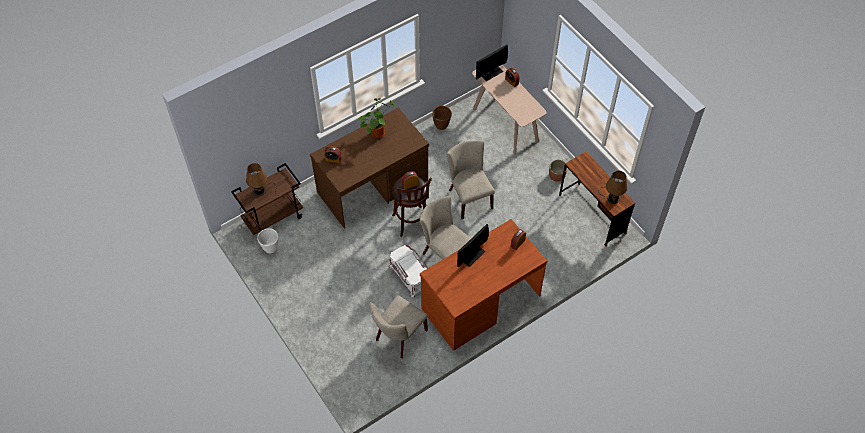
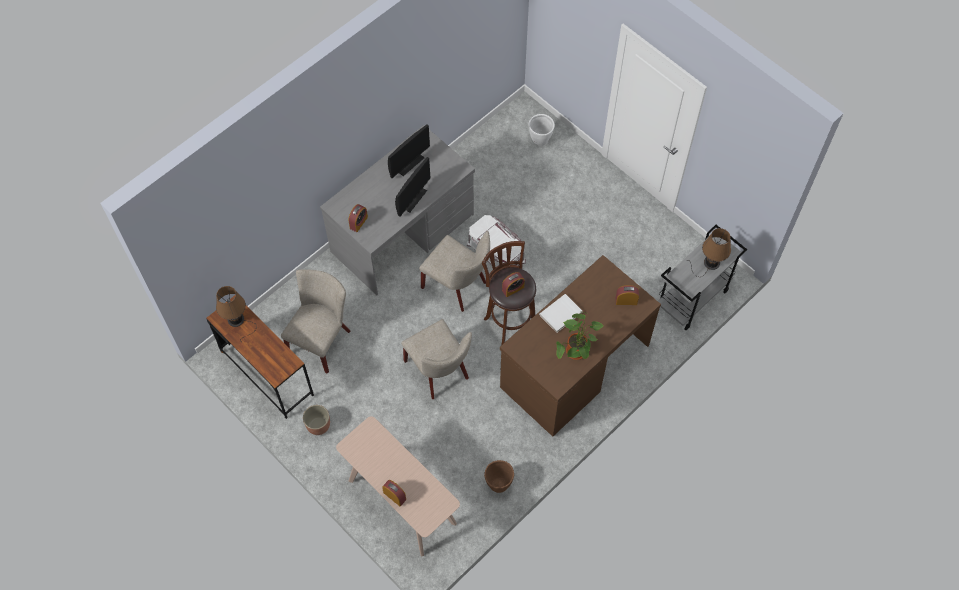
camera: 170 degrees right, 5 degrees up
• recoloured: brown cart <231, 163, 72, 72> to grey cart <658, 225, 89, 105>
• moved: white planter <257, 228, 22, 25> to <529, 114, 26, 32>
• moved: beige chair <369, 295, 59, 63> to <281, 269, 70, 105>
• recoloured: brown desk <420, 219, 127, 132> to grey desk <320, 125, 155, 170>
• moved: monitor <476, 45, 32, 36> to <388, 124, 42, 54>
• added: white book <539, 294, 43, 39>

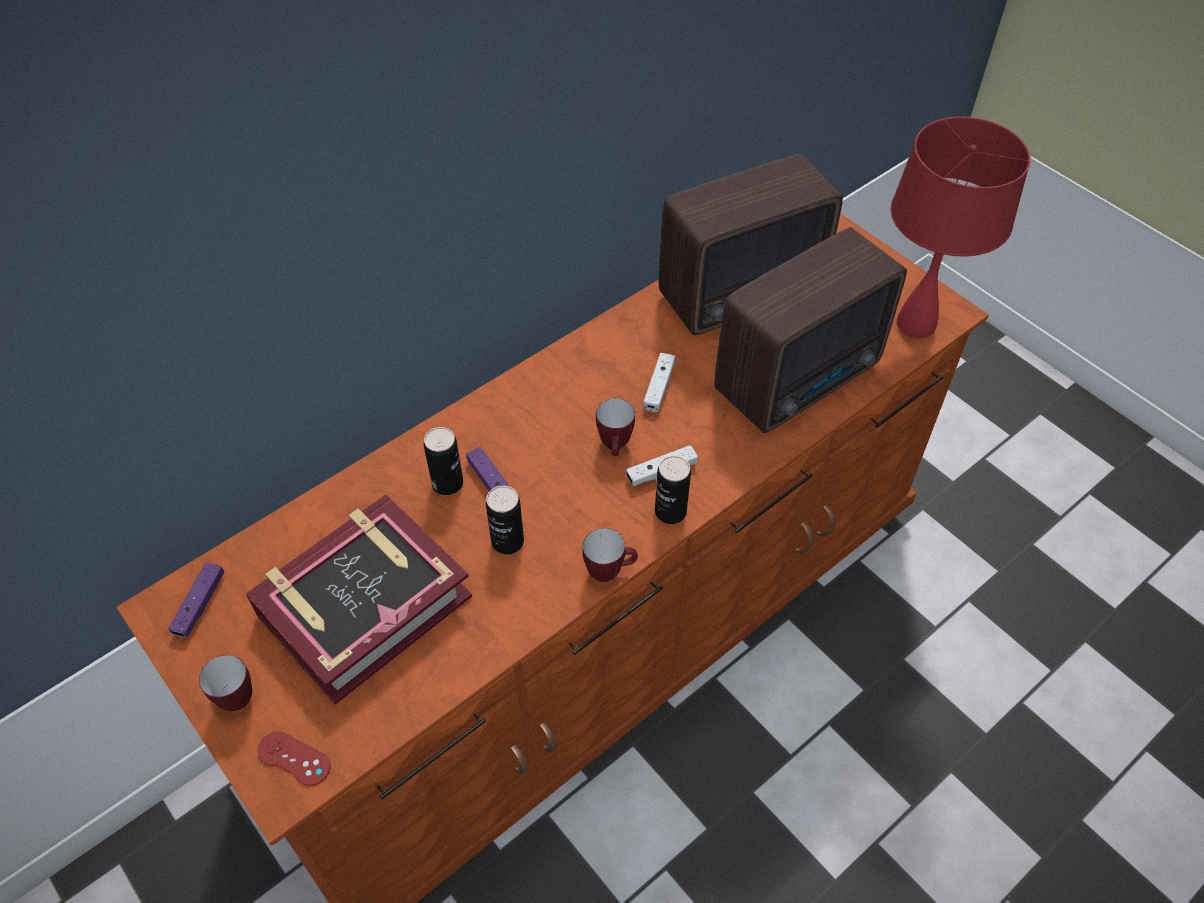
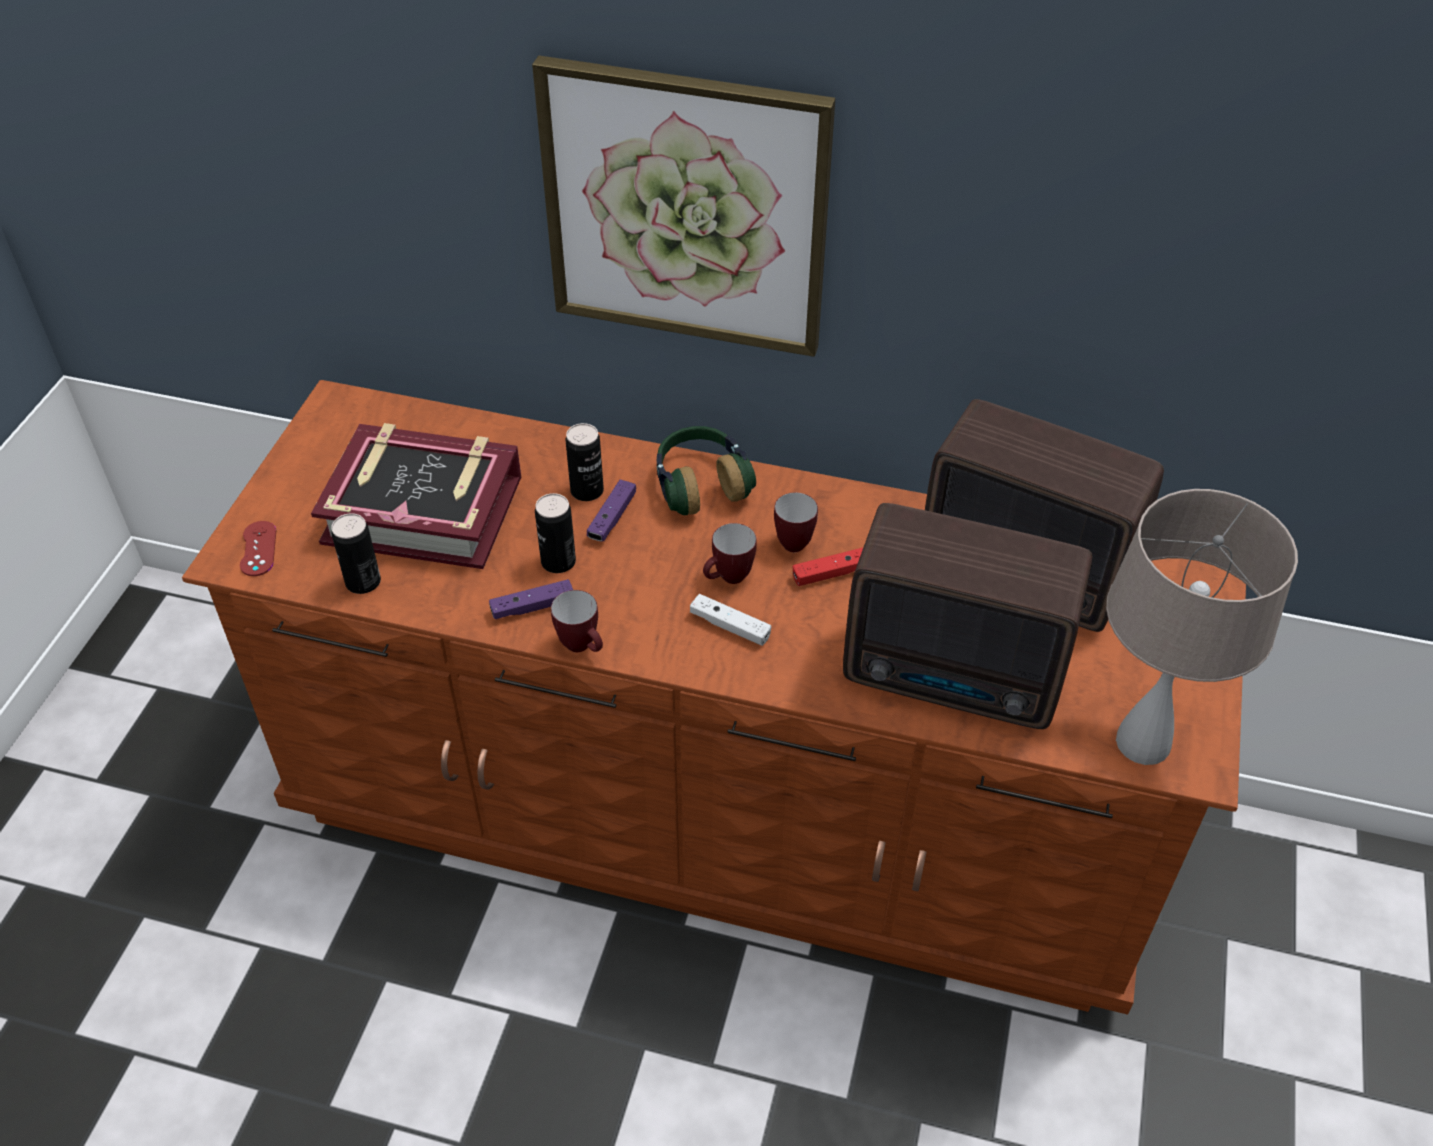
camera: 55 degrees right, 5 degrees down
• moved: purple game controller <168, 563, 56, 74> to <489, 579, 84, 40>
• moved: mug <199, 655, 53, 56> to <774, 492, 44, 60>
• recoloured: white game controller <643, 353, 32, 59> to red game controller <793, 548, 70, 38>
• moved: can <655, 456, 36, 68> to <331, 513, 50, 81>
• recoloured: red table lamp <891, 116, 140, 223> to beige table lamp <1106, 489, 192, 276>
• added: picture <532, 56, 303, 301>
• added: headphones <656, 426, 100, 89>

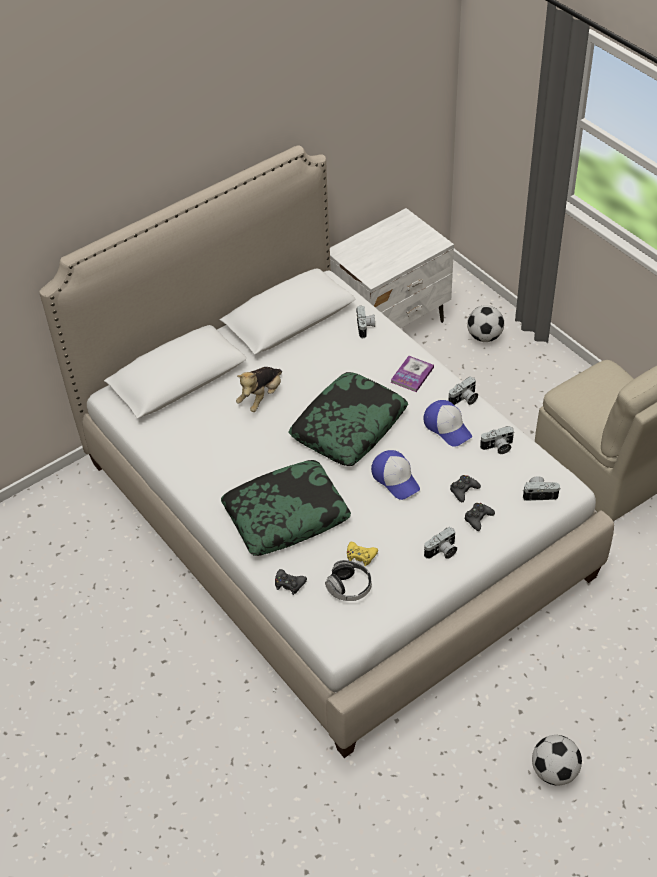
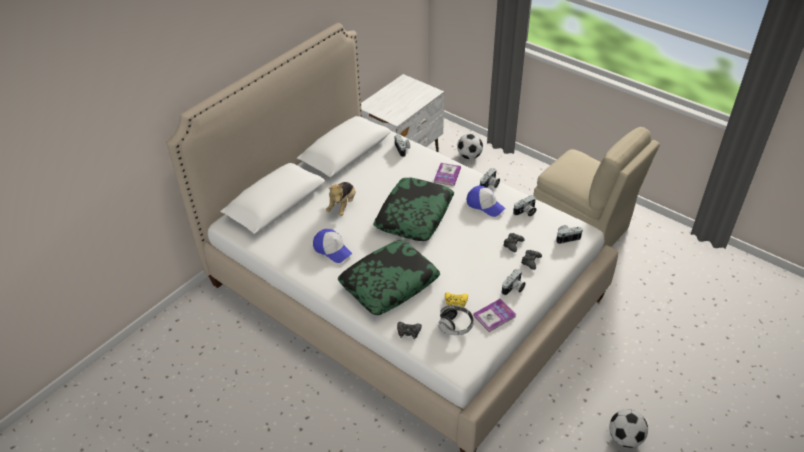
camera: 15 degrees left, 5 degrees down
• moved: cap <371, 450, 49, 50> to <313, 229, 39, 34>
• added: book <473, 299, 43, 33>

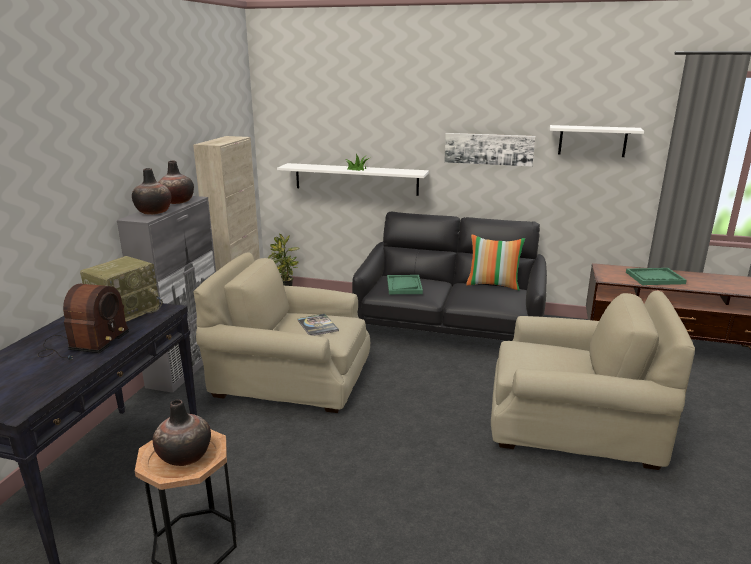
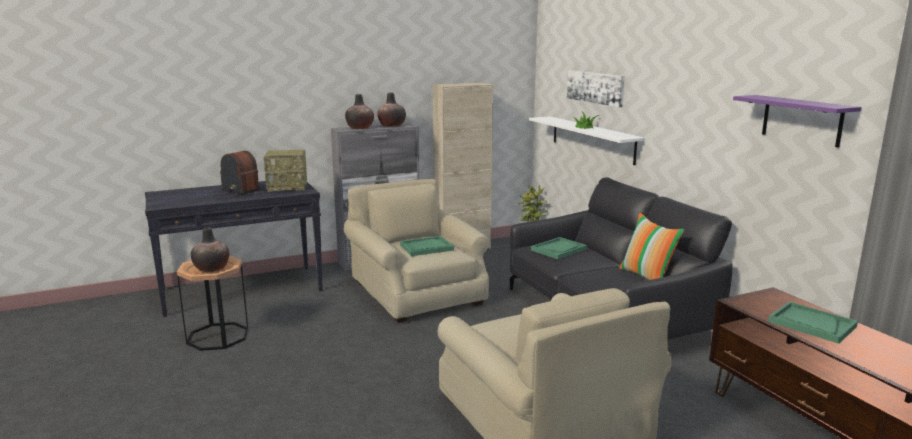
camera: 50 degrees right, 5 degrees down
• turned: radio <37, 284, 92, 76> = <213, 151, 48, 48> 120 degrees counterclockwise
• replaced: book <297, 314, 42, 22> to green tray <400, 236, 54, 20>
• moved: picture <444, 133, 91, 34> to <567, 70, 58, 37>
• recoloured: white shelf <550, 125, 94, 32> to purple shelf <733, 95, 128, 53>

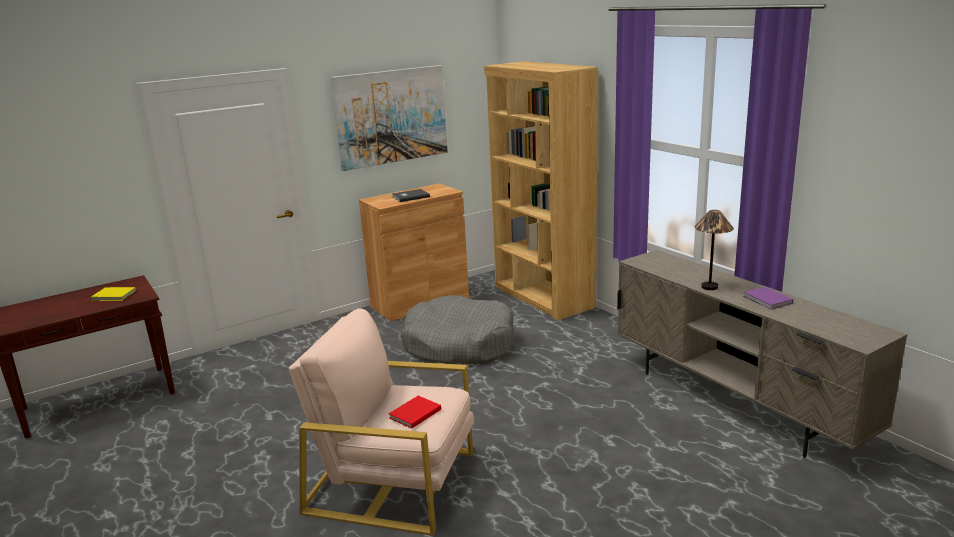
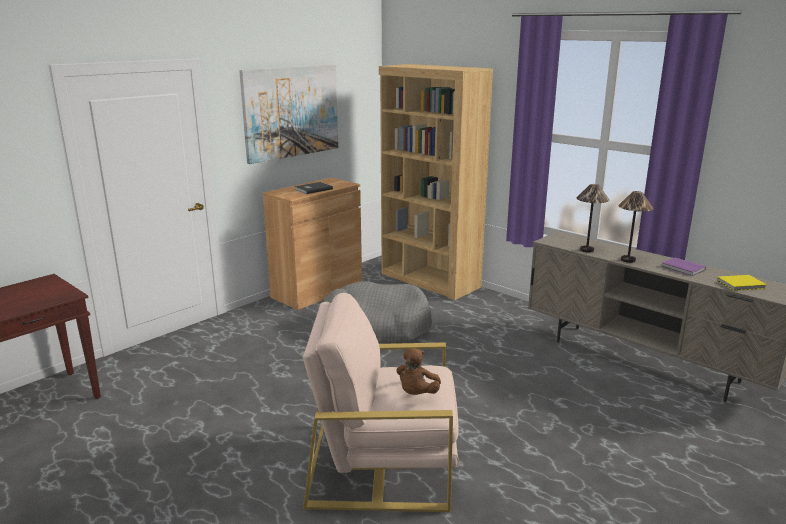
camera: 15 degrees left, 0 degrees up
• moved: yellow book <91, 287, 45, 14> to <717, 275, 50, 16>
• replaced: red book <389, 396, 52, 33> to brown plush toy <396, 348, 45, 47>
• added: table lamp <577, 184, 32, 69>

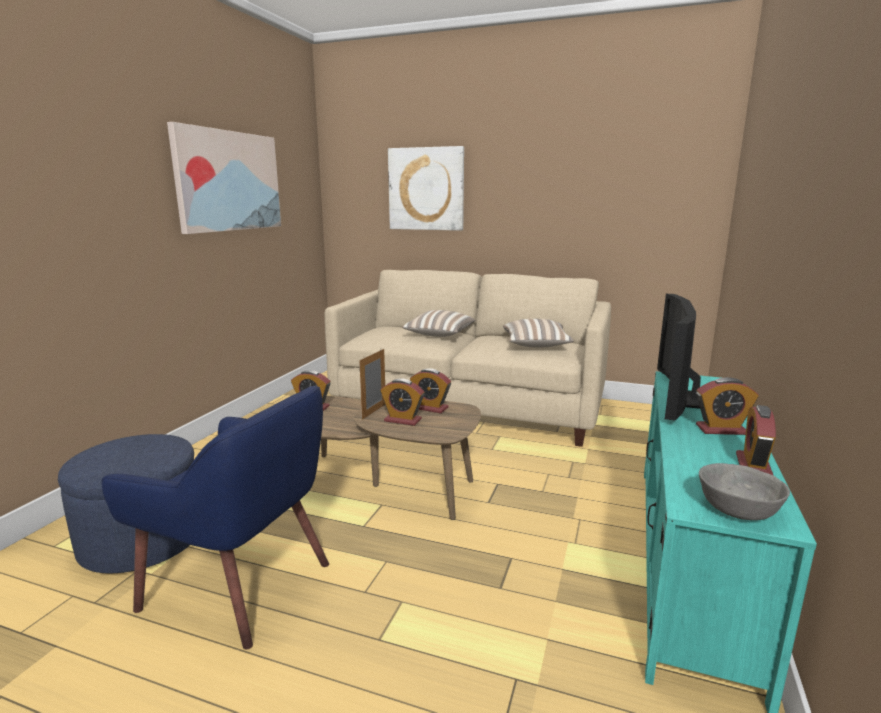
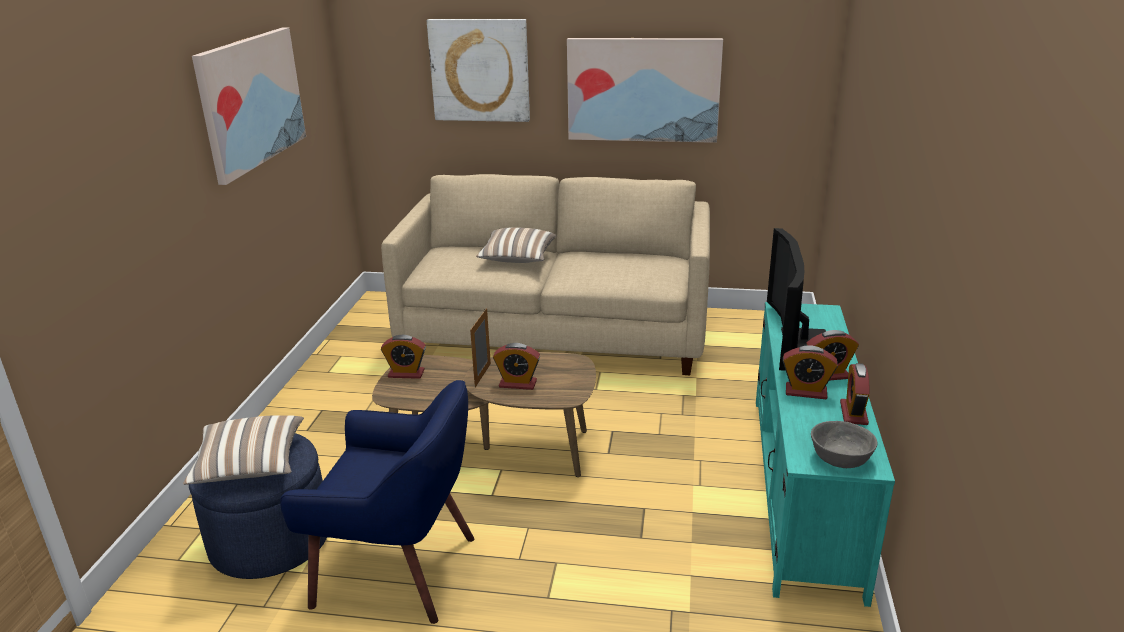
camera: 10 degrees left, 10 degrees up
• moved: alarm clock <410, 368, 41, 45> to <783, 346, 55, 53>
• moved: pillow <503, 319, 71, 29> to <183, 415, 121, 70>
• added: picture <567, 38, 156, 105>

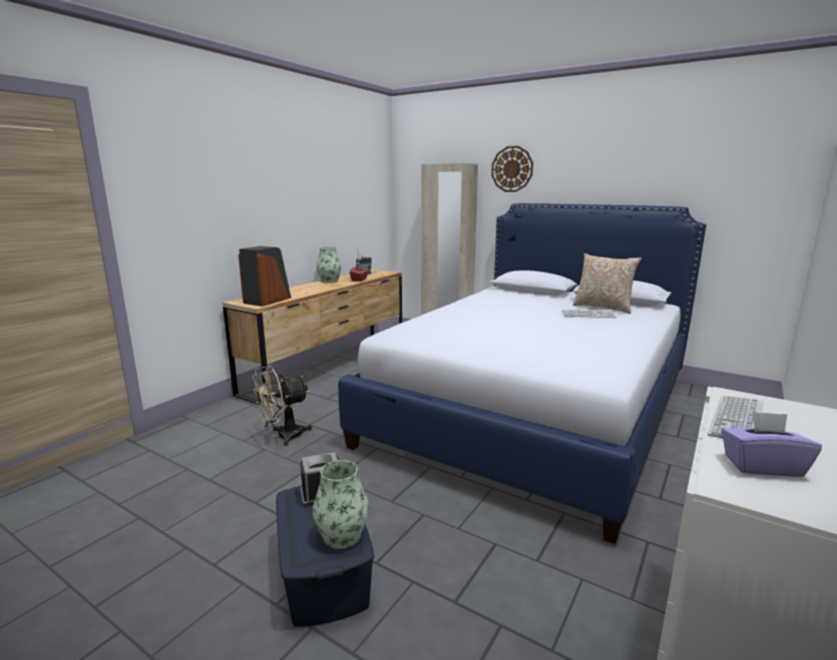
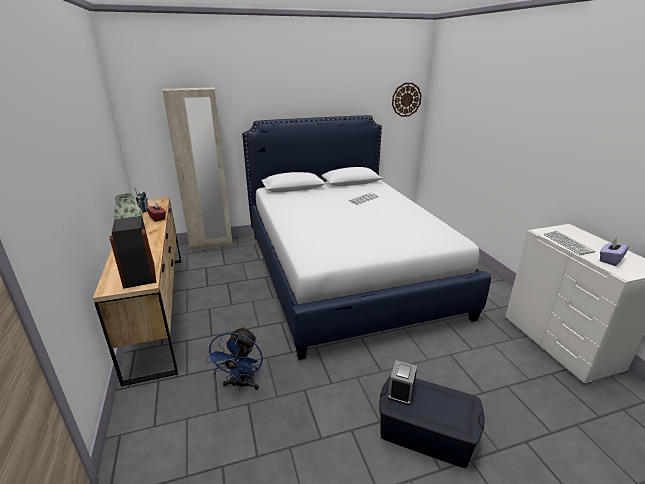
camera: 50 degrees left, 10 degrees up
• recoloured: beige fan <252, 366, 60, 80> to blue fan <205, 326, 58, 64>
• removed: vase <313, 460, 56, 89>
• moved: wall clock <491, 146, 42, 46> to <392, 83, 30, 34>
• removed: pillow <573, 253, 69, 61>

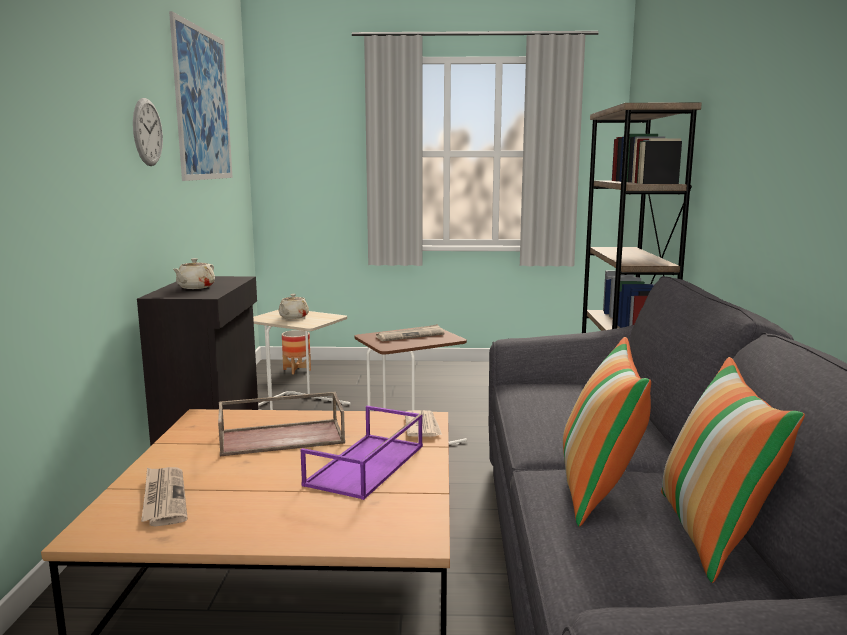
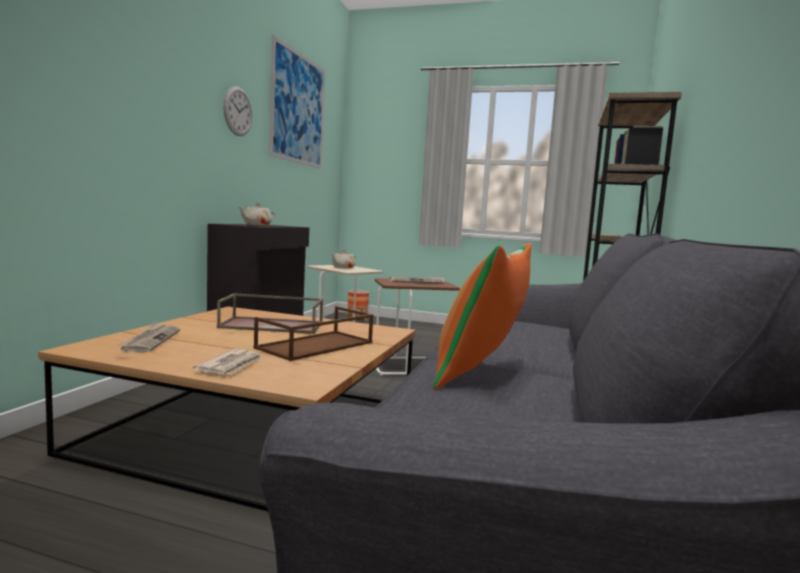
camera: 15 degrees right, 5 degrees down
• recoloured: purple tray <300, 406, 123, 94> to brown tray <253, 306, 121, 55>
• moved: newspaper <405, 410, 37, 27> to <193, 349, 69, 25>
• removed: pillow <661, 357, 144, 226>

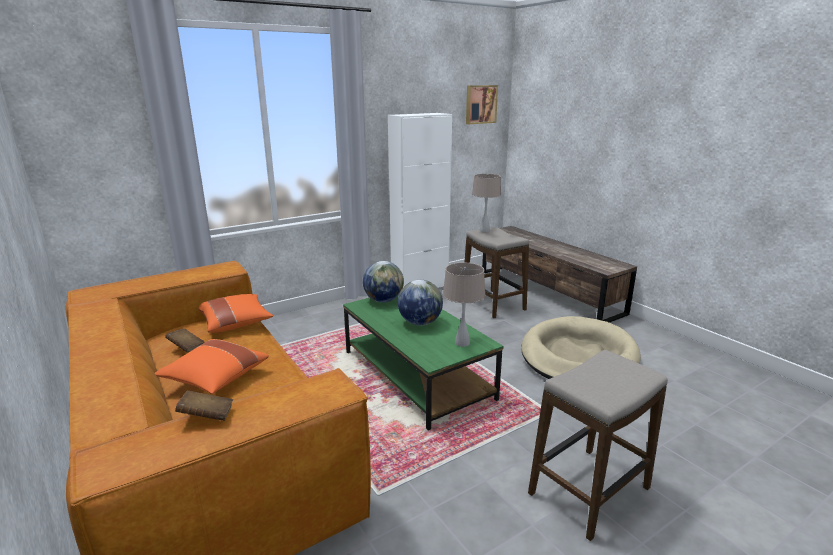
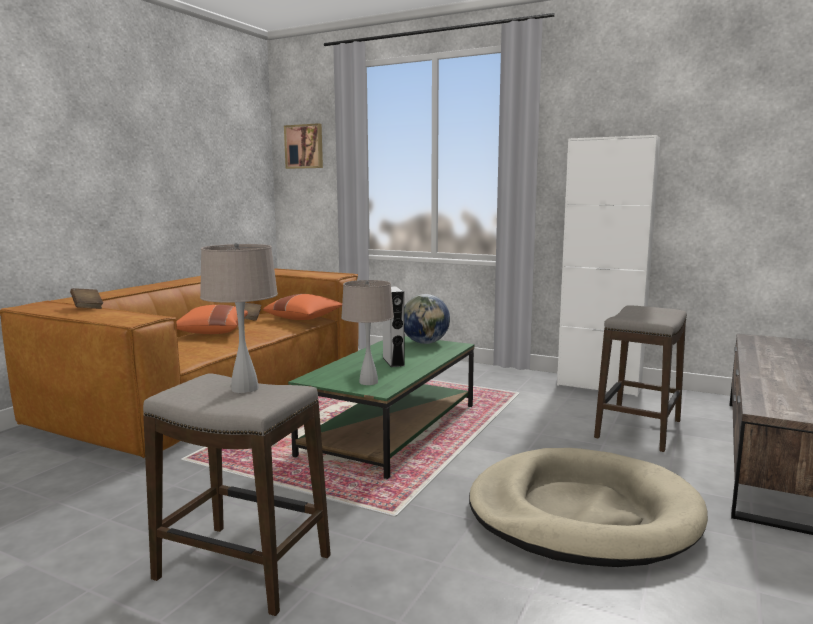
camera: 60 degrees right, 10 degrees down
• replaced: globe <398, 280, 45, 45> to grey speaker <383, 286, 22, 81>
• moved: picture <466, 85, 32, 39> to <284, 123, 39, 46>
• moved: beige table lamp <472, 174, 29, 58> to <200, 243, 78, 150>

